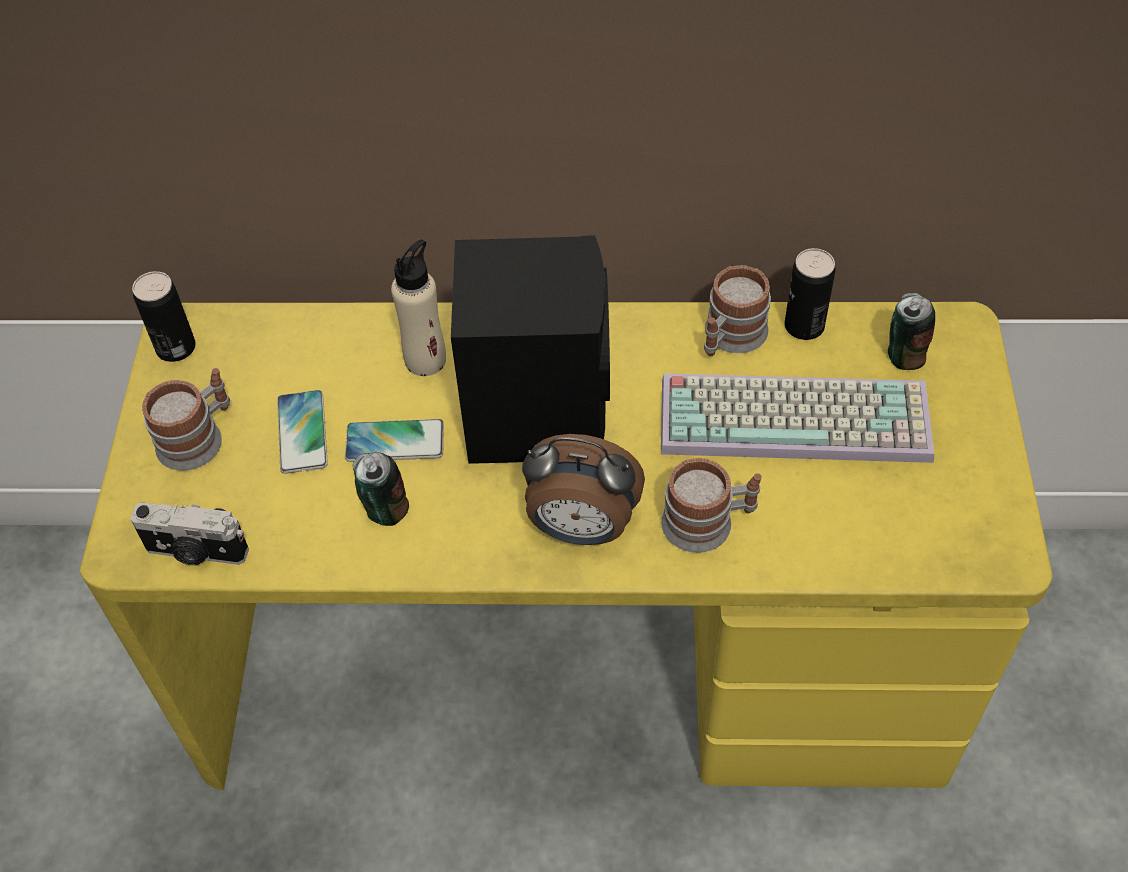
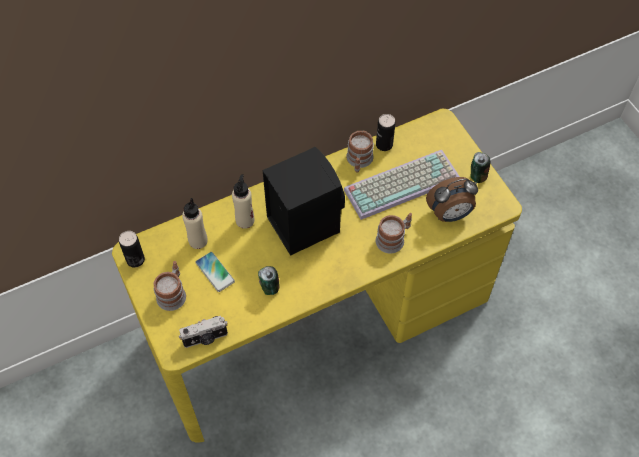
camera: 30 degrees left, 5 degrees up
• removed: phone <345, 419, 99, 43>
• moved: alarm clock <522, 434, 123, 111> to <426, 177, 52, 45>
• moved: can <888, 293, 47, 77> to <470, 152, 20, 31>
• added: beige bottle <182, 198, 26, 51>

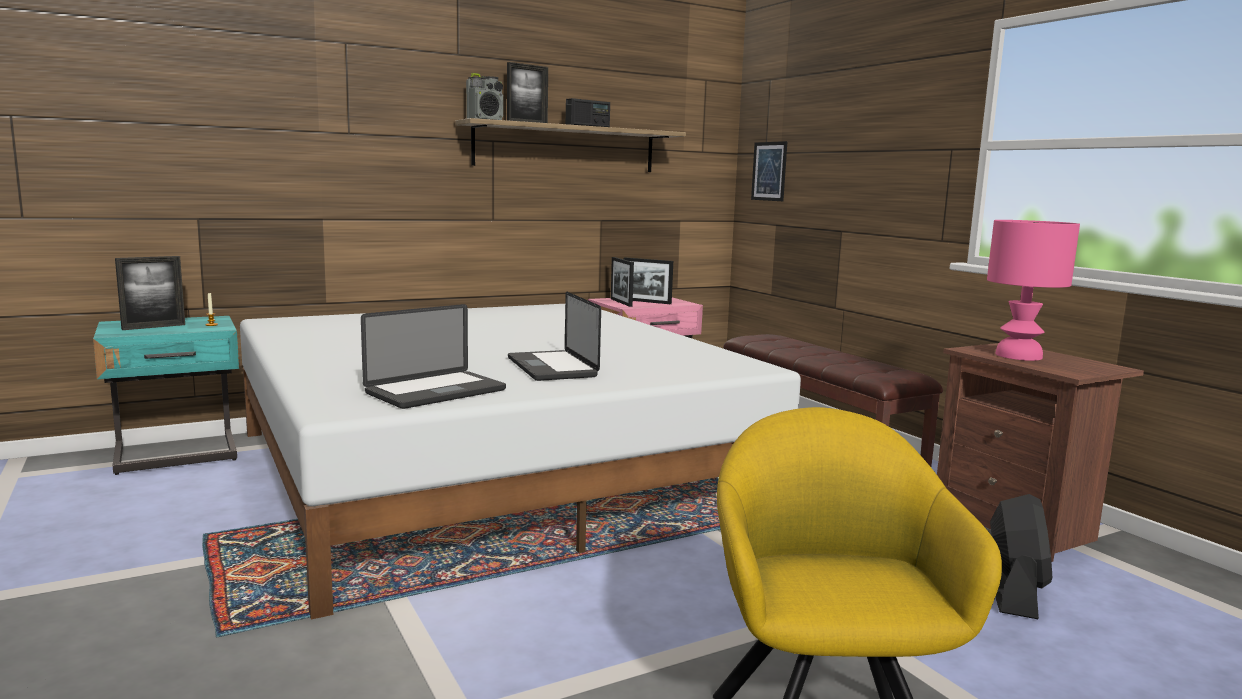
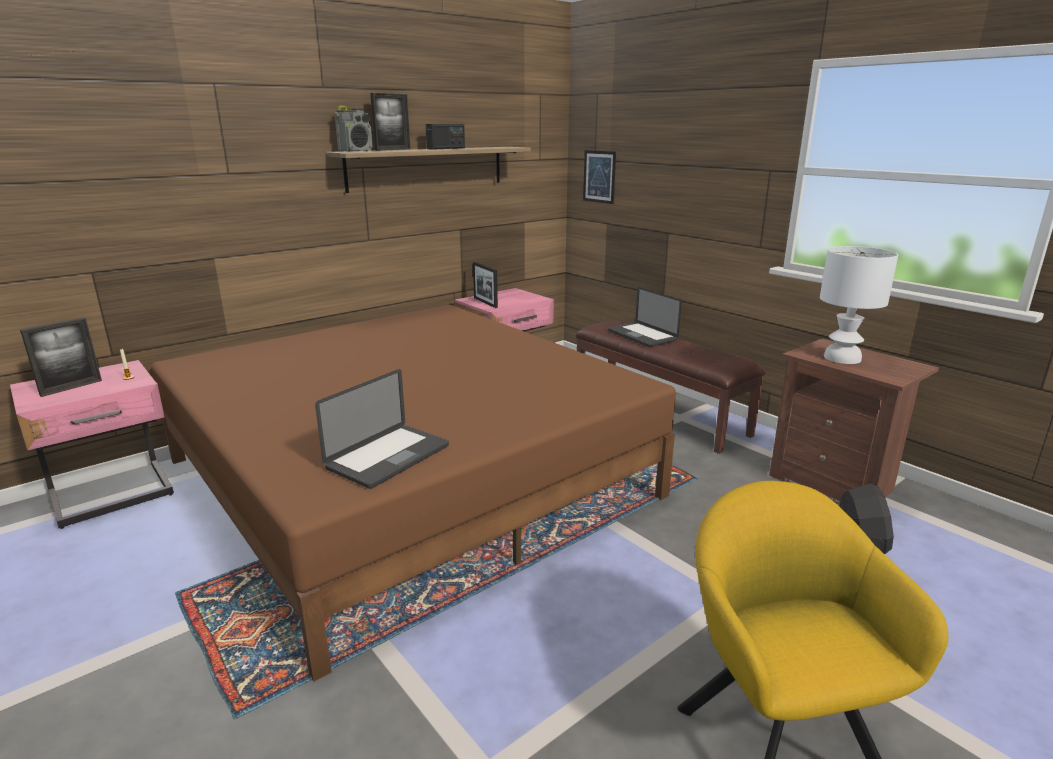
camera: 10 degrees left, 10 degrees up
• recoloured: turquoise nightstand <93, 316, 146, 159> to pink nightstand <10, 360, 164, 169>
• recoloured: white bed <240, 304, 561, 316> to brown bed <151, 305, 525, 377>
• moved: laptop <508, 292, 93, 89> to <608, 287, 74, 60>
• removed: picture frame <624, 257, 49, 47>
• recoloured: pink table lamp <987, 220, 93, 141> to white table lamp <820, 246, 78, 118>

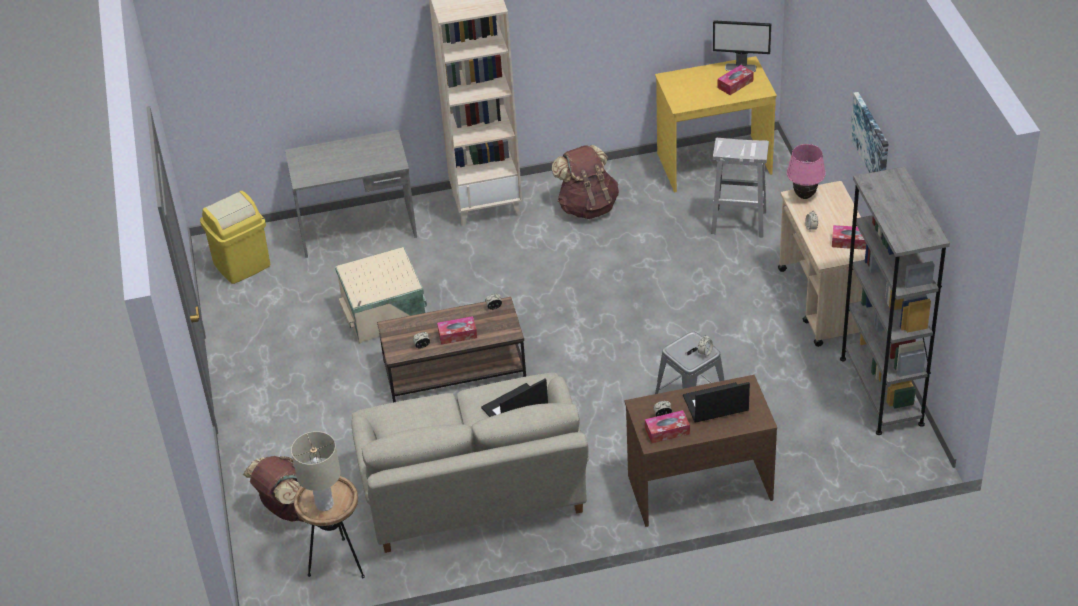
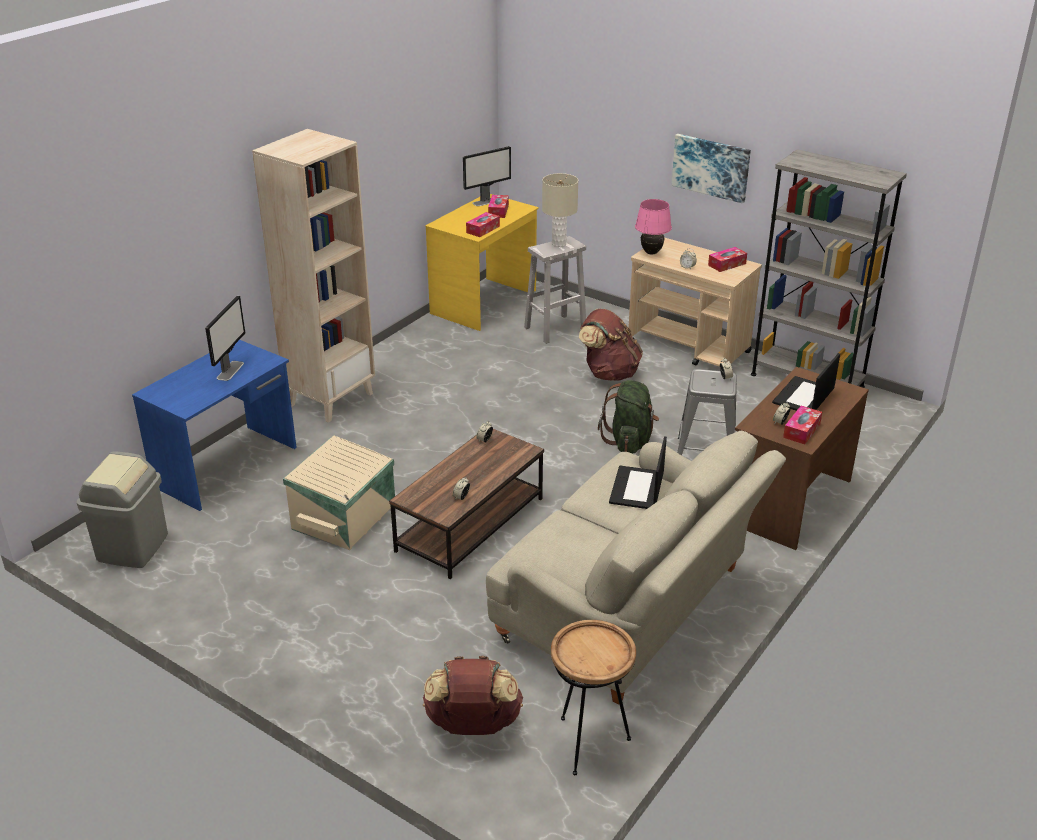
camera: 45 degrees left, 10 degrees down
• recoloured: yellow trash can <200, 191, 70, 93> to grey trash can <77, 451, 91, 117>
• recoloured: grey desk <285, 130, 132, 128> to blue desk <132, 340, 165, 171>
• moved: beige table lamp <291, 431, 50, 80> to <542, 173, 36, 74>
• moved: tissue box <437, 316, 40, 29> to <466, 212, 34, 25>
• moved: brown backpack <552, 145, 67, 74> to <579, 309, 64, 71>
• added: monitor <205, 296, 40, 85>
• added: green backpack <598, 380, 61, 73>

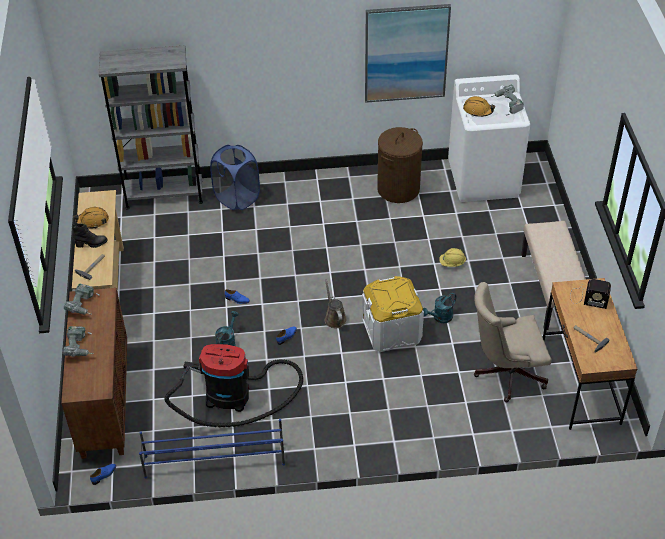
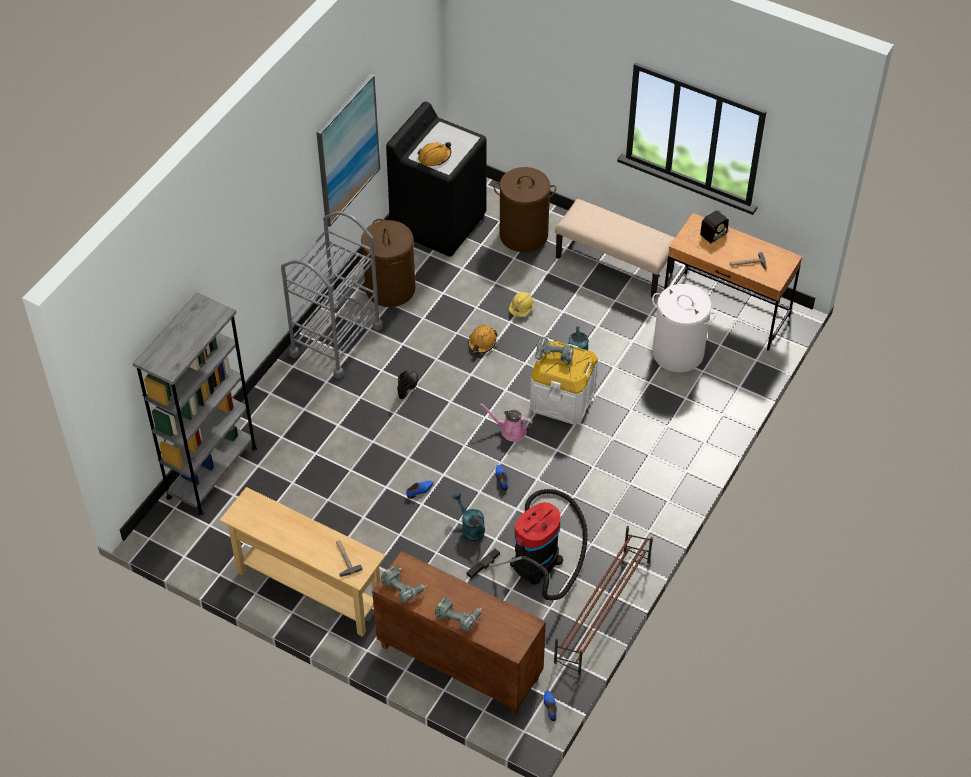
camera: 55 degrees left, 5 degrees up
• moved: black boot <72, 223, 36, 25> to <397, 370, 21, 29>
• moved: orange hard hat <74, 207, 35, 22> to <468, 325, 29, 29>
• recoloured: blue shoe rack <139, 419, 146, 59> to brown shoe rack <554, 526, 99, 150>
• removed: blue laundry basket <210, 145, 50, 65>
• recoloured: brown watering can <325, 279, 22, 49> to pink watering can <480, 403, 53, 39>
• recoloured: white washing machine <448, 74, 82, 128> to black washing machine <386, 102, 101, 155>
• replaced: beige office chair <474, 282, 77, 120> to white laundry basket <652, 284, 64, 88>
• moved: power drill <491, 85, 33, 30> to <535, 337, 39, 33>
• added: grey cart <281, 211, 102, 168>
• added: brown laundry basket <493, 167, 63, 85>

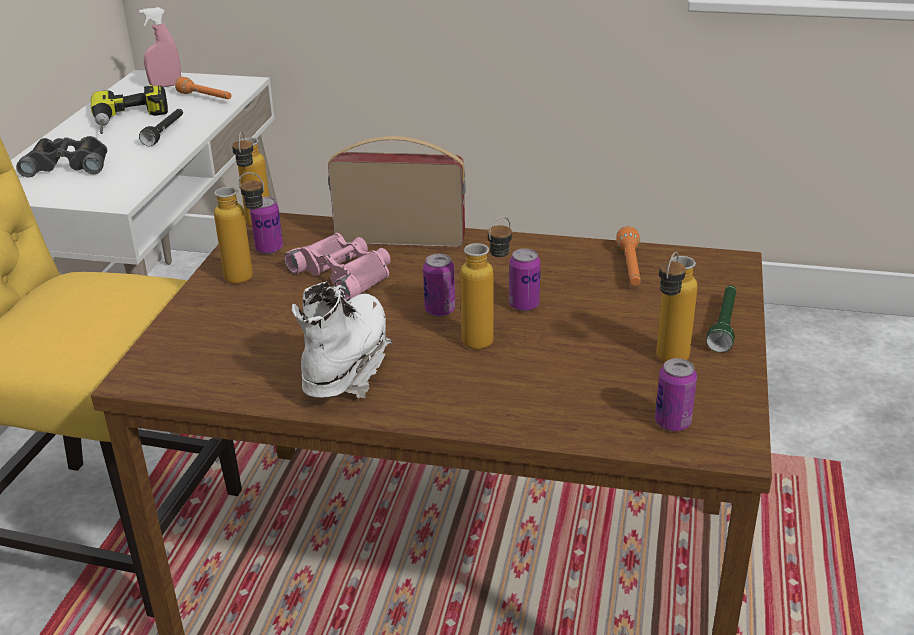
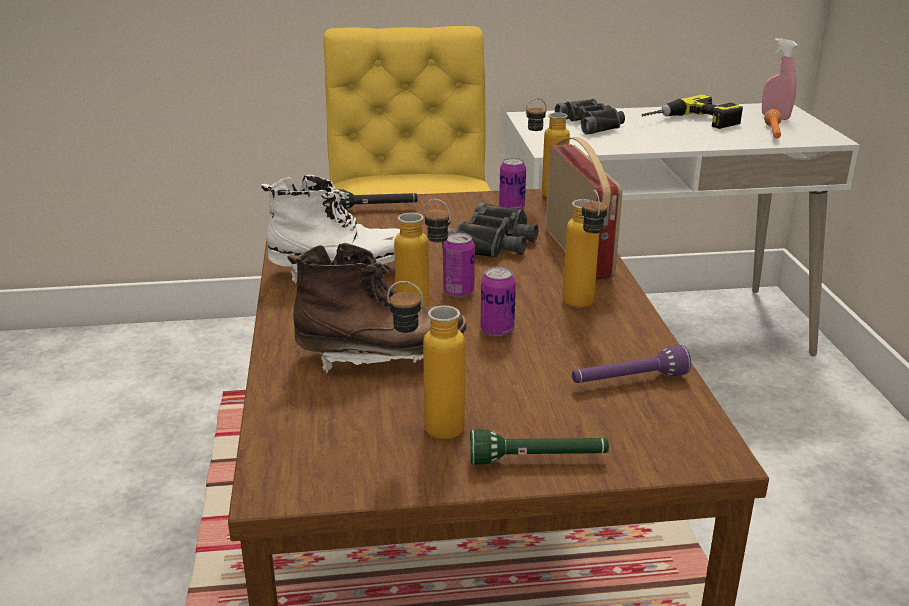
camera: 70 degrees right, 5 degrees down
• moved: black flashlight <139, 109, 44, 37> to <340, 189, 78, 21>
• moved: bottle <214, 172, 50, 112> to <562, 190, 45, 118>
• recoloured: pink binoculars <284, 233, 107, 69> to black binoculars <442, 202, 96, 56>
• recoloured: orange flashlight <616, 226, 25, 60> to purple flashlight <572, 345, 119, 38>
• removed: can <655, 358, 42, 73>
• added: brown boot <287, 243, 179, 130>

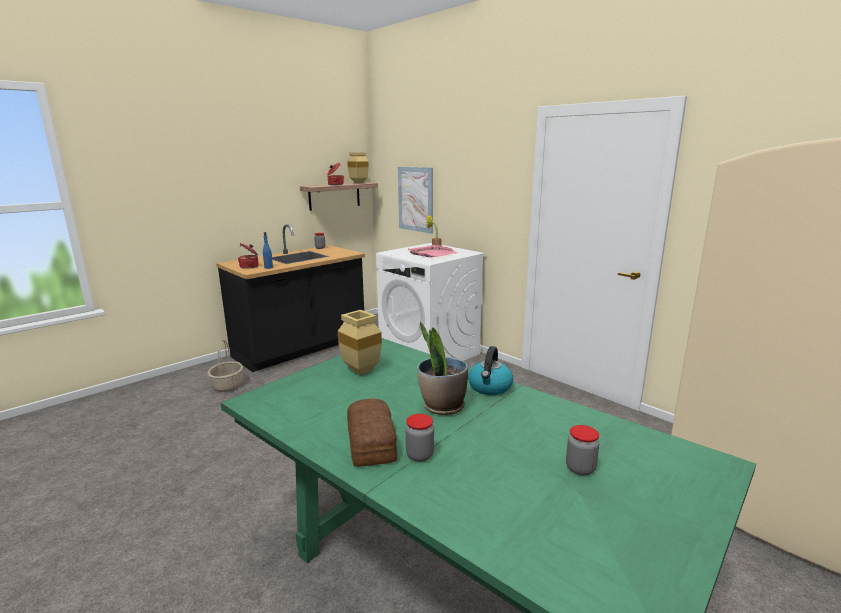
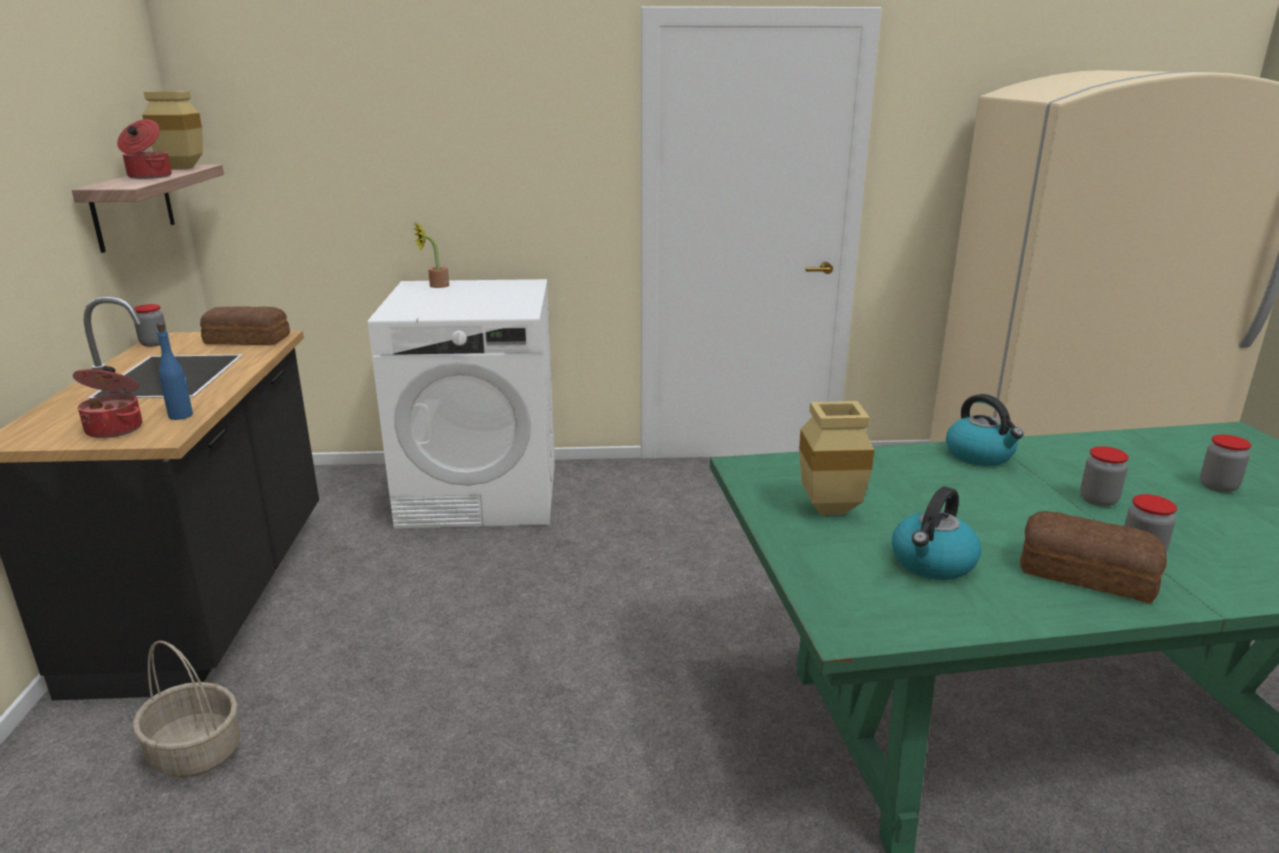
camera: 50 degrees left, 5 degrees up
• removed: picture <398, 167, 35, 67>
• removed: pink tray <408, 245, 50, 12>
• removed: potted plant <417, 322, 51, 93>
• added: bread <200, 306, 90, 39>
• added: kettle <892, 487, 89, 93>
• added: jar <1080, 446, 49, 61>

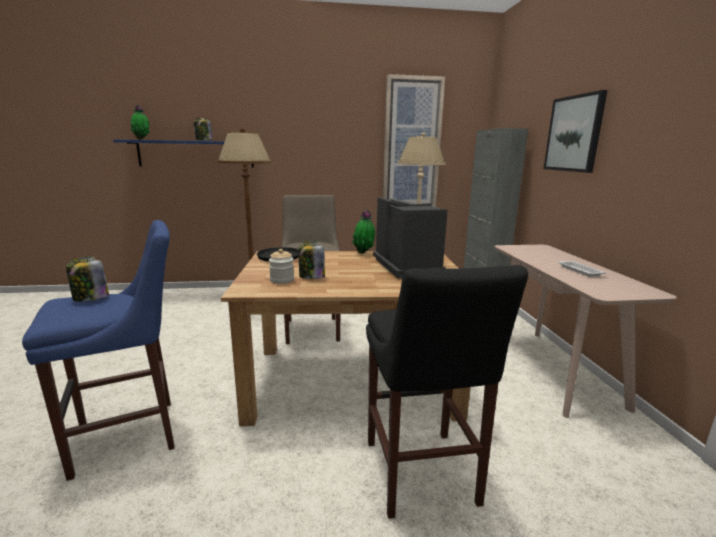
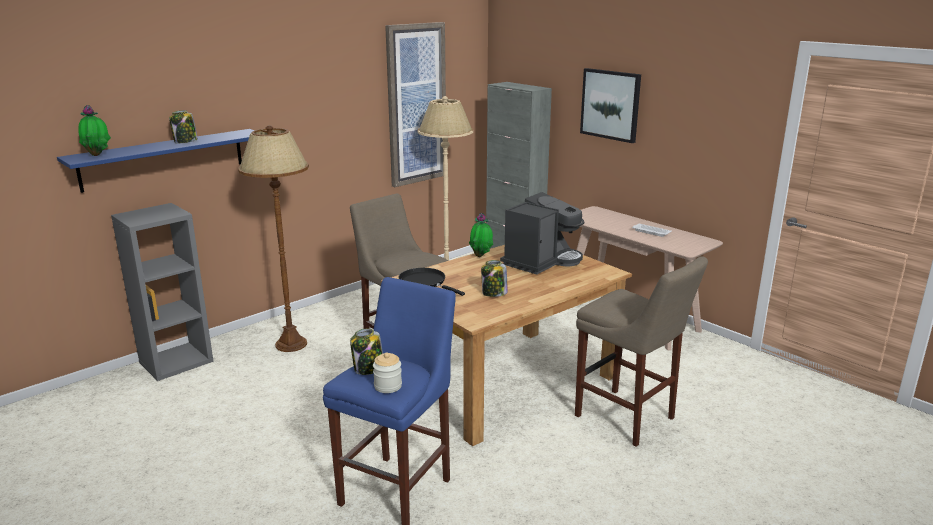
camera: 35 degrees left, 5 degrees up
• moved: jar <269, 249, 25, 35> to <373, 353, 29, 40>
• recoloured: black stool <366, 265, 162, 254> to beige stool <575, 256, 133, 191>
• turned: coffee machine <373, 197, 75, 82> = <500, 192, 84, 83> 90 degrees clockwise
• added: grey bookcase <111, 203, 103, 178>

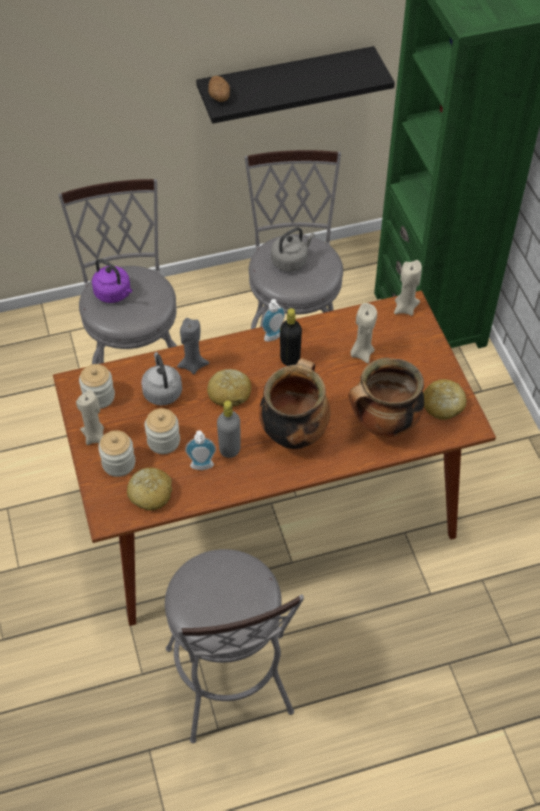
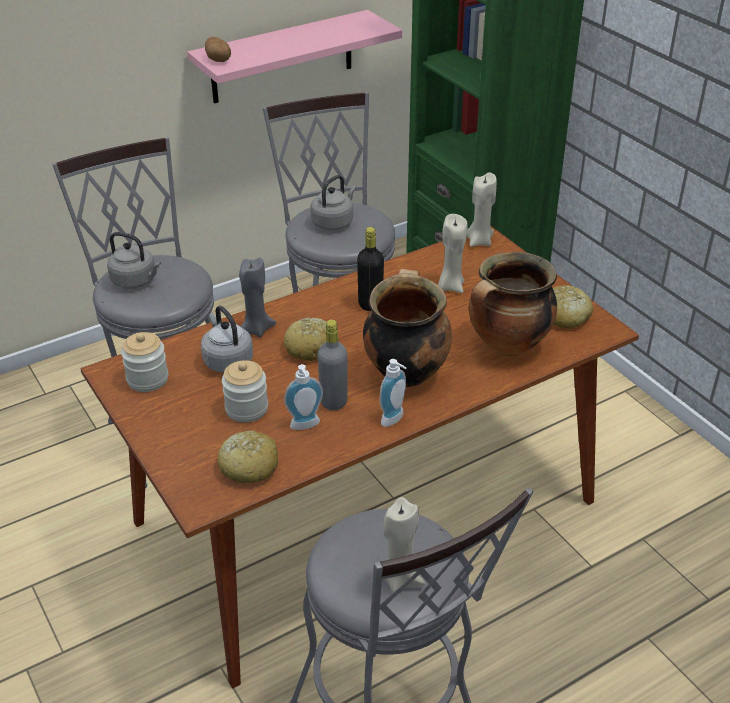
camera: 15 degrees left, 15 degrees down
• moved: beige candle <76, 390, 28, 55> to <384, 497, 41, 96>
• recoloured: purple kettle <92, 259, 40, 44> to grey kettle <107, 232, 54, 57>
• removed: jar <98, 430, 37, 47>
• recoloured: black shelf <196, 46, 199, 78> to pink shelf <187, 10, 216, 93>
• moved: soap dispenser <262, 299, 23, 43> to <379, 359, 27, 68>

